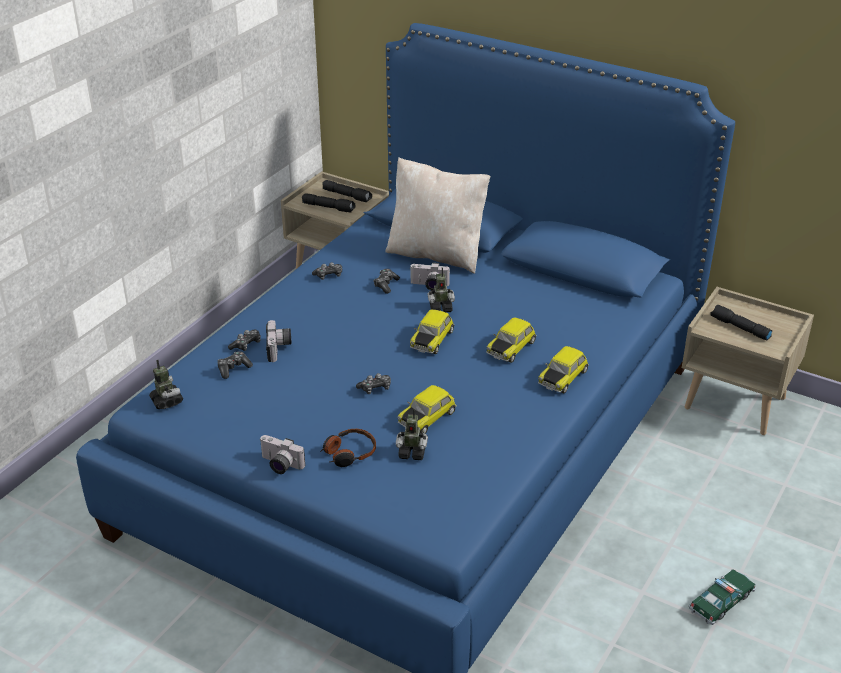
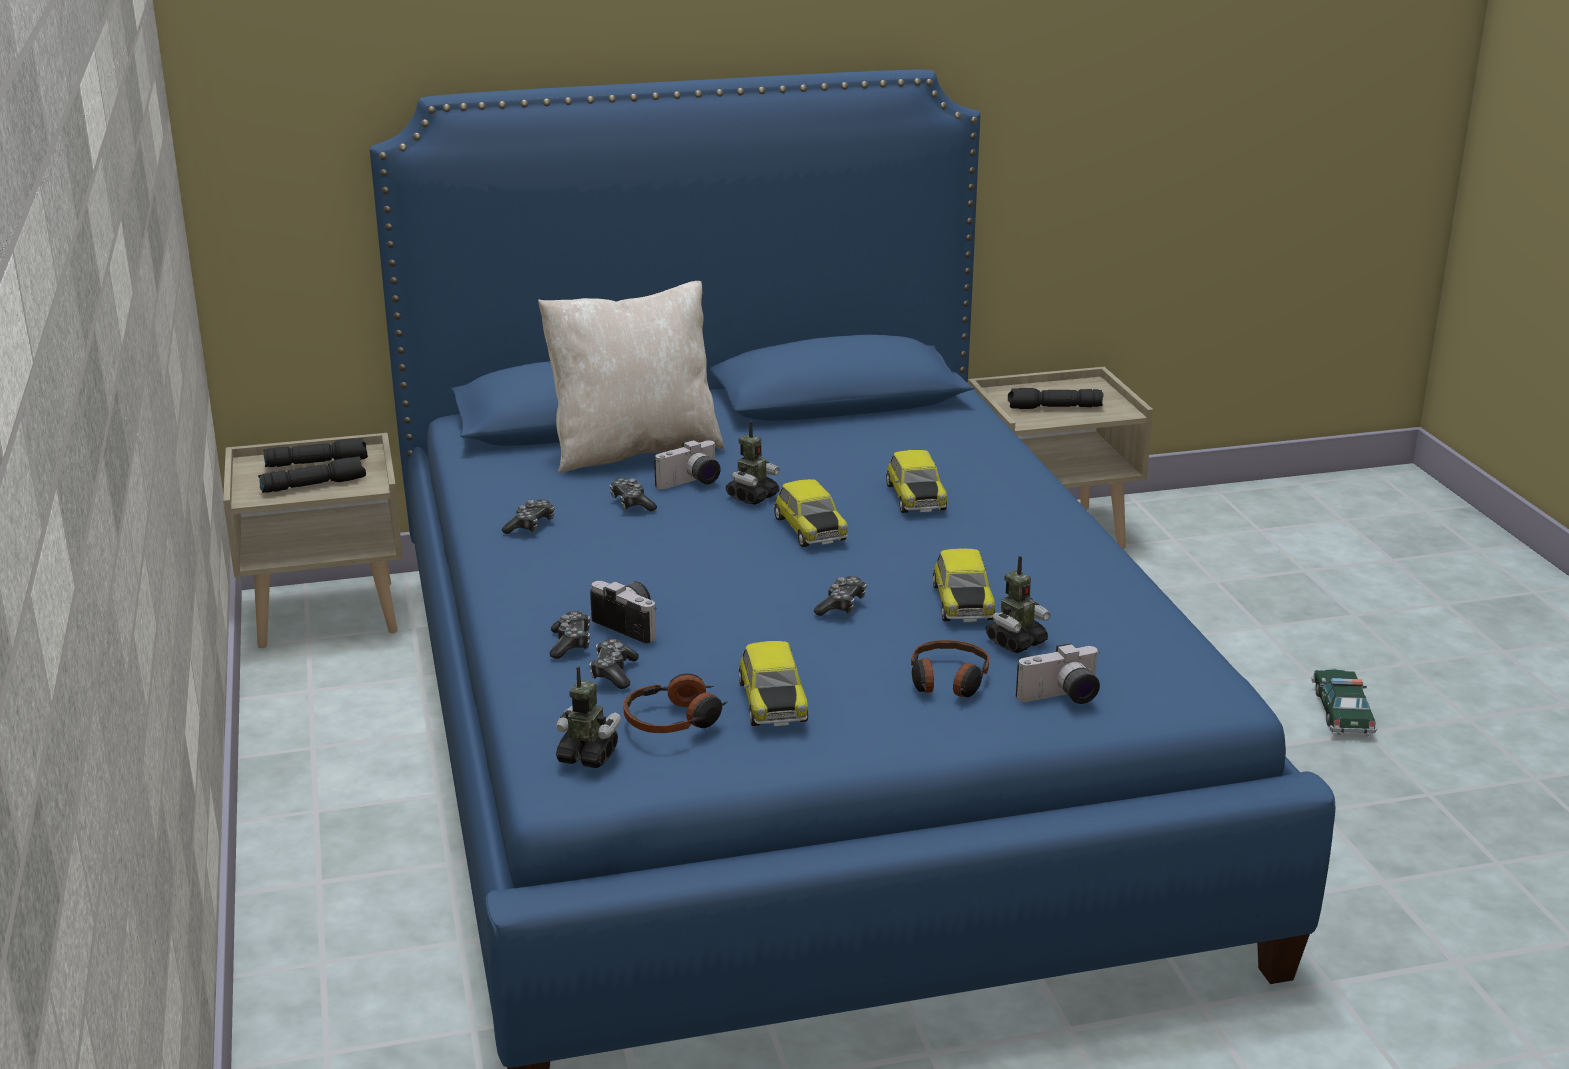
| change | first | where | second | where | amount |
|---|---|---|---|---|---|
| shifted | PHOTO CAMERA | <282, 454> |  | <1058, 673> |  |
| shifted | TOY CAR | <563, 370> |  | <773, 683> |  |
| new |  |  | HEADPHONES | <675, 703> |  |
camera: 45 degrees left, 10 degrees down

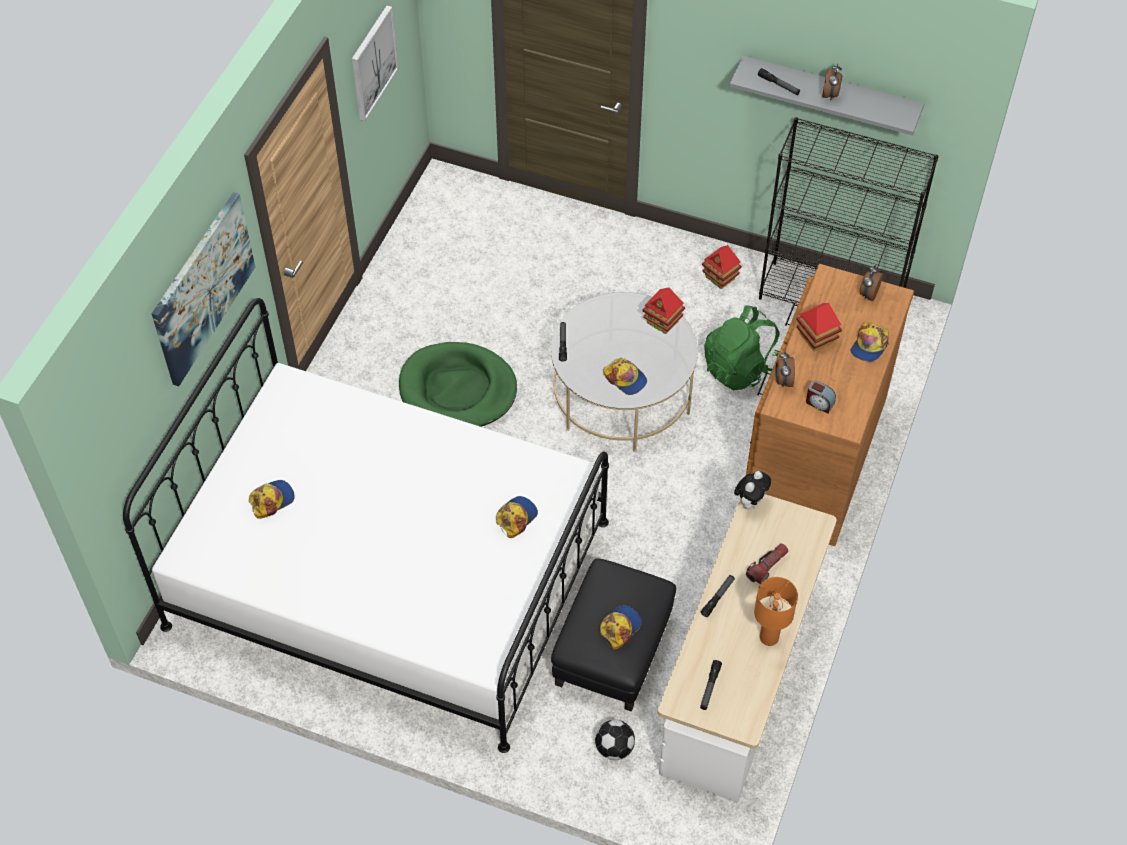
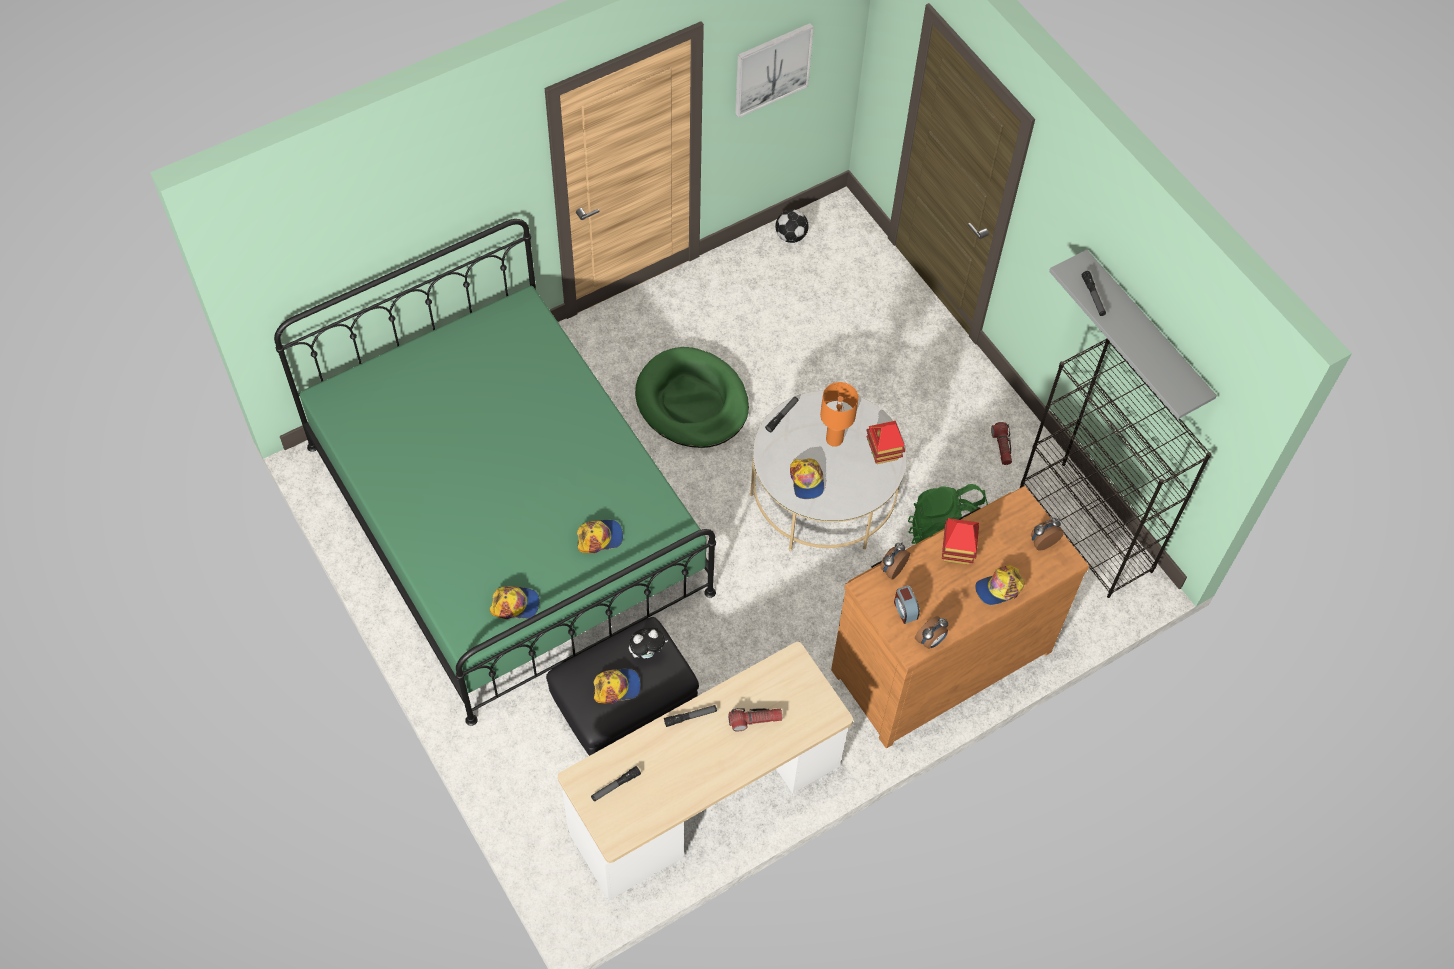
| change | first | where | second | where | amount |
|---|---|---|---|---|---|
| repainted | WHITE BED | <366, 525> | GREEN BED | <495, 472> |  |
| gone | PICTURE | <203, 289> |  |  |  |
| shifted | CAP | <272, 499> |  | <514, 602> |  |
| shifted | FOOTBALL | <615, 740> |  | <792, 226> |  |
| swapped | TOY HOUSE | <722, 267> | FLASHLIGHT | <1001, 443> |  |
| shifted | PLUSH TOY | <752, 490> |  | <648, 643> |  |
| shifted | ORANGE TABLE LAMP | <776, 611> |  | <839, 414> |  |
| shifted | ALARM CLOCK | <832, 81> |  | <931, 632> |  |
camera: 35 degrees right, 5 degrees up

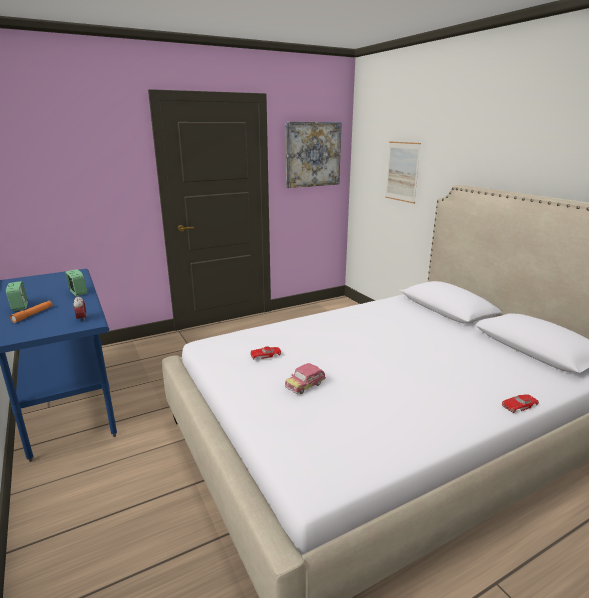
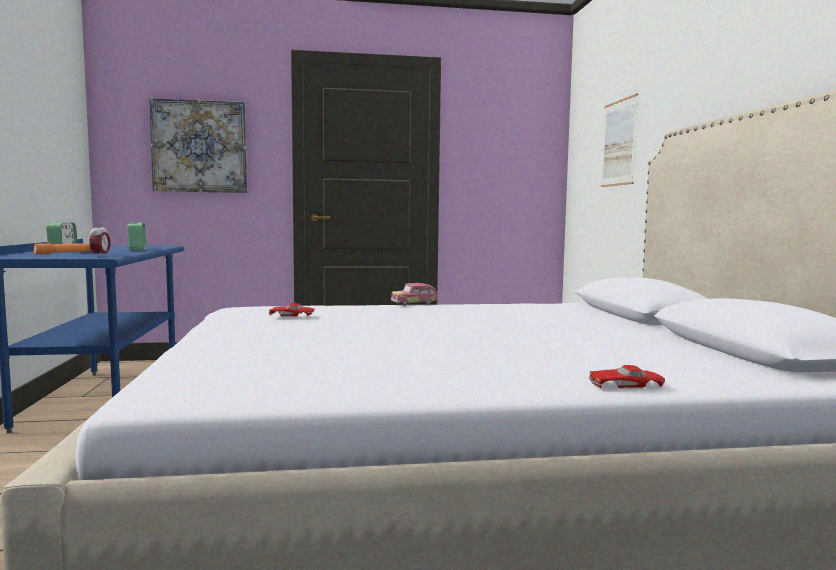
| change | first | where | second | where | amount |
|---|---|---|---|---|---|
| shifted | TOY CAR | <305, 378> |  | <415, 294> |  |
| shifted | PICTURE | <314, 155> |  | <198, 145> |  |
camera: 20 degrees right, 15 degrees down

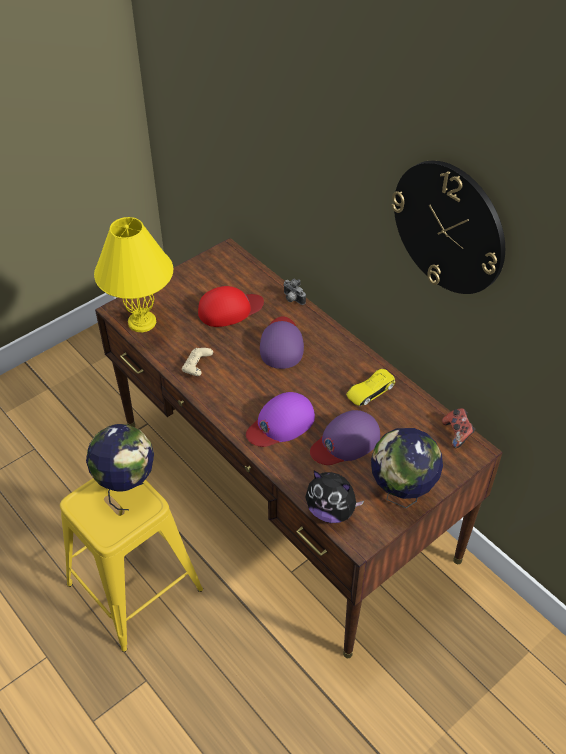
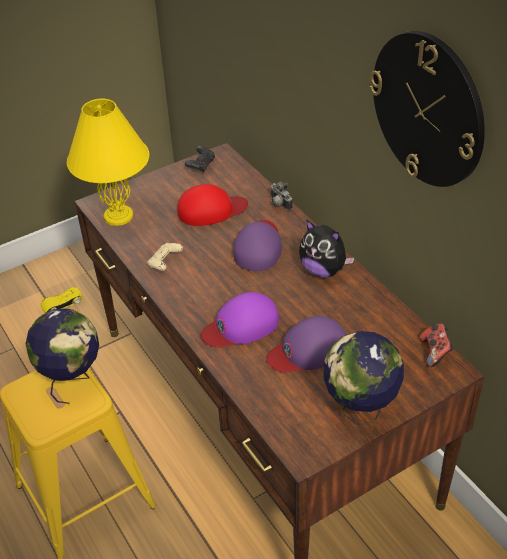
| change | first | where | second | where | amount |
|---|---|---|---|---|---|
| shifted | PLUSH TOY | <335, 496> |  | <327, 248> |  |
| shifted | YELLOW TOY CAR | <370, 387> |  | <61, 300> |  |
| new |  |  | BLACK GAME CONTROLLER | <200, 159> |  |
camera: 10 degrees right, 5 degrees down

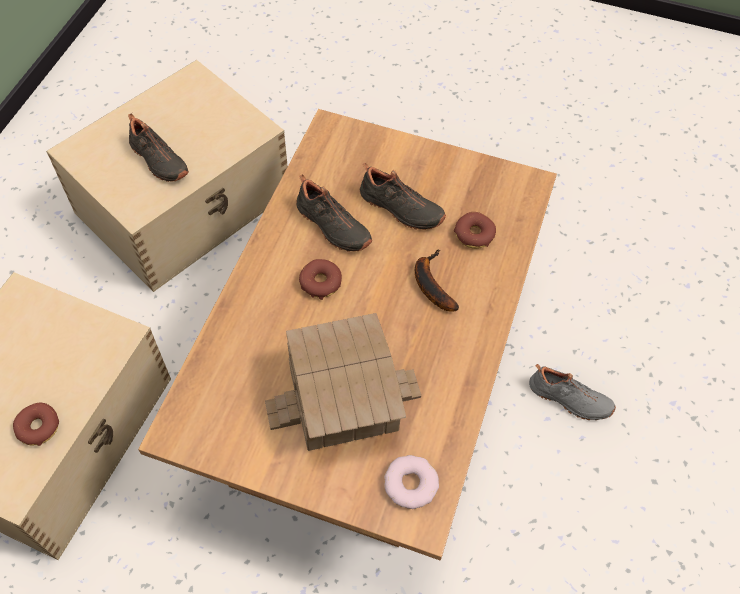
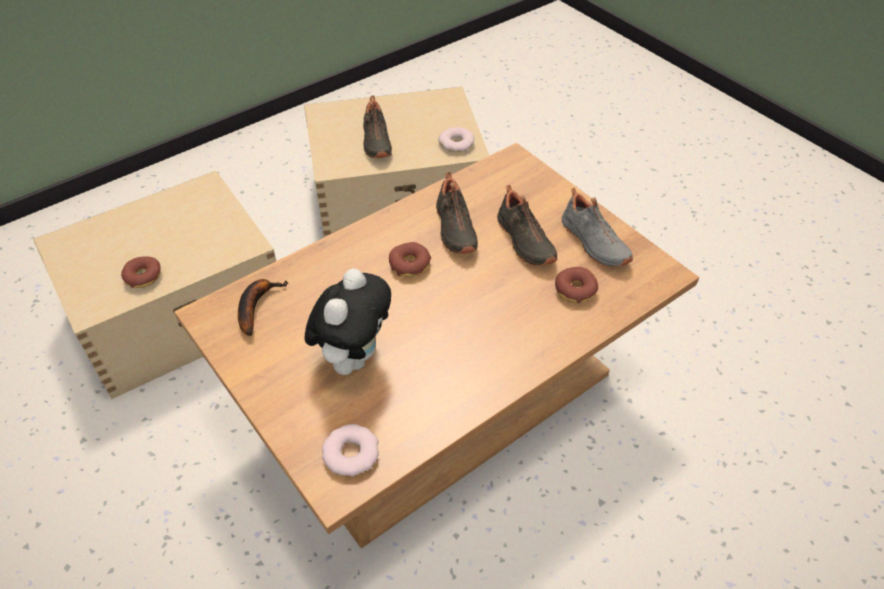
| change | first | where | second | where | amount |
|---|---|---|---|---|---|
| swapped | TOY HOUSE | <343, 382> | PLUSH TOY | <348, 321> |  |
| shifted | BANANA | <437, 280> |  | <263, 307> |  |
| shifted | GREY SHOE | <572, 392> |  | <597, 227> |  |
| new |  |  | DONUT | <456, 139> |  |
camera: 35 degrees right, 10 degrees down

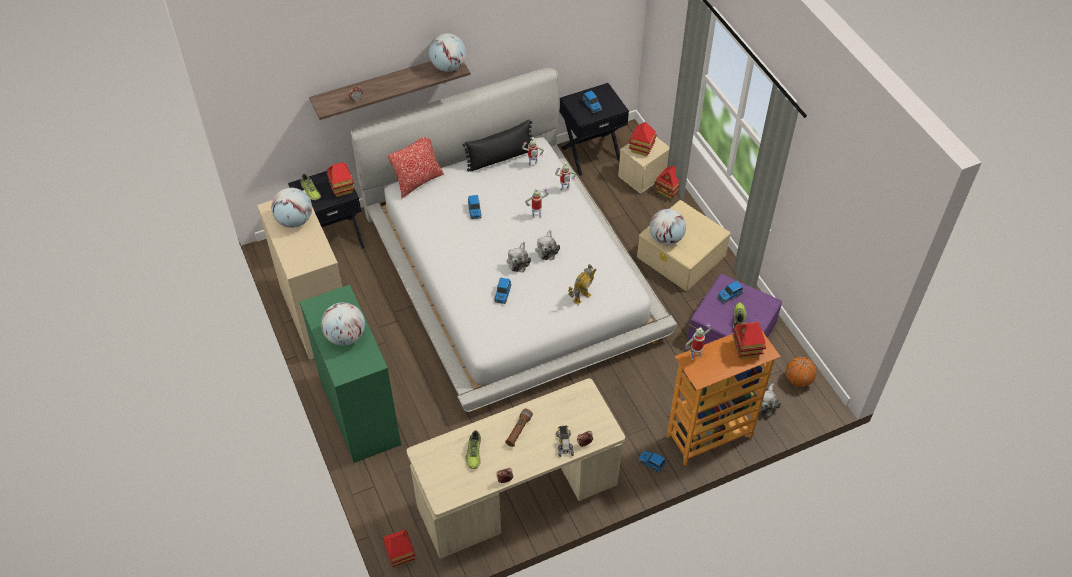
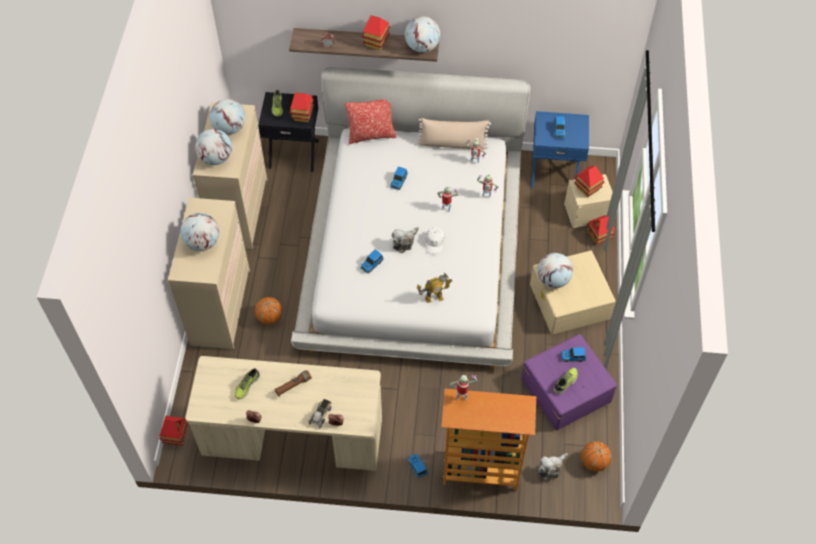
| change | first | where | second | where | amount |
|---|---|---|---|---|---|
| repainted | GREEN DRESSER | <350, 374> | BEIGE DRESSER | <209, 273> |  |
| repainted | BLACK PILLOW | <497, 145> | BEIGE PILLOW | <454, 134> |  |
| swapped | PLUSH TOY | <547, 245> | WHITE CAP | <435, 240> |  |
| repainted | BLACK NIGHTSTAND | <594, 129> | BLUE NIGHTSTAND | <560, 149> |  |
| shifted | TOY HOUSE | <749, 340> |  | <376, 32> |  |
| new |  |  | GLOBE | <213, 147> |  |
| new |  |  | BASKETBALL | <268, 311> |  |
camera: 30 degrees right, 5 degrees up

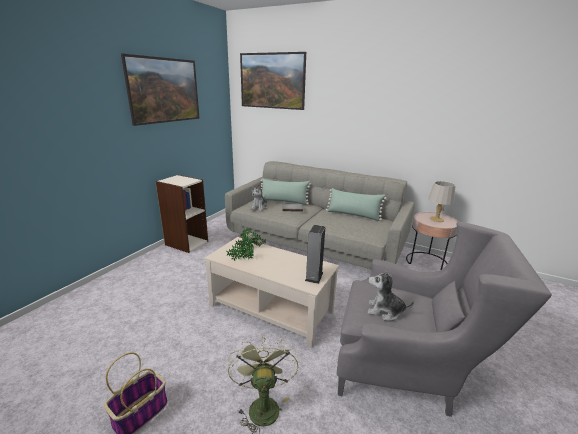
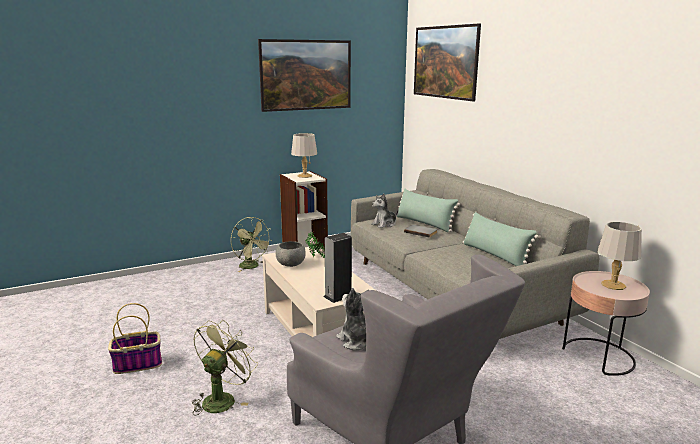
| change | first | where | second | where | amount |
|---|---|---|---|---|---|
| swapped | POTTED PLANT | <240, 249> | GREY BOWL | <291, 254> |  |
| new |  |  | GREEN FAN | <252, 244> |  |
| new |  |  | GREY TABLE LAMP | <304, 155> |  |
camera: 35 degrees right, 5 degrees down

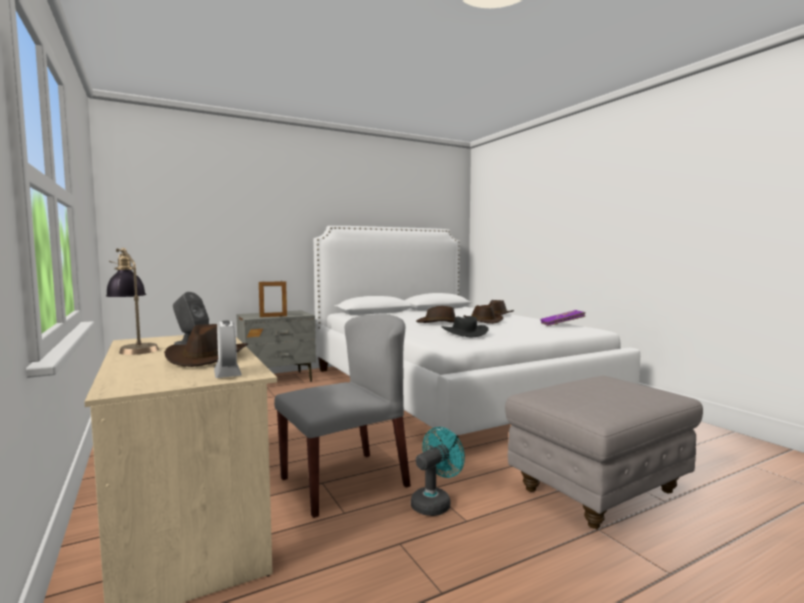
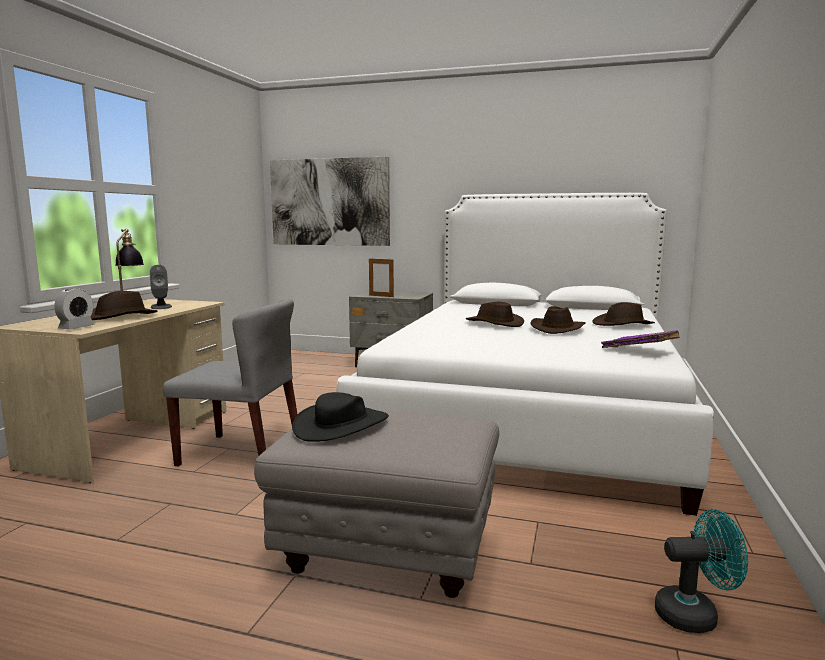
| change | first | where | second | where | amount |
|---|---|---|---|---|---|
| shifted | TURQUOISE FAN | <438, 471> |  | <701, 571> |  |
| shifted | BLACK HAT | <465, 326> |  | <340, 417> |  |
| new |  |  | PICTURE | <330, 201> |  |
camera: 45 degrees right, 5 degrees up

